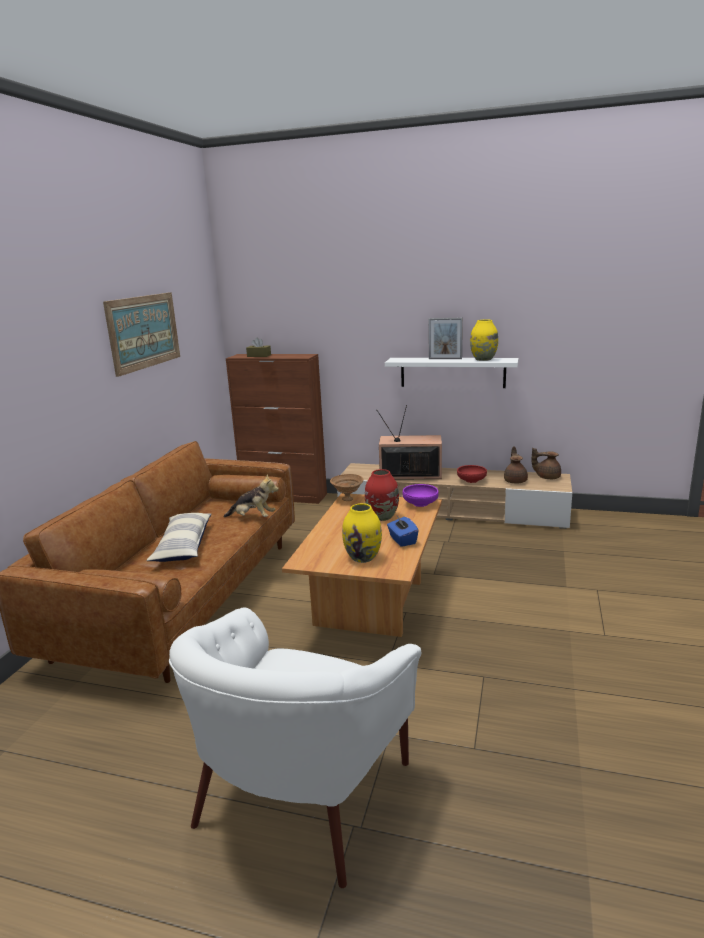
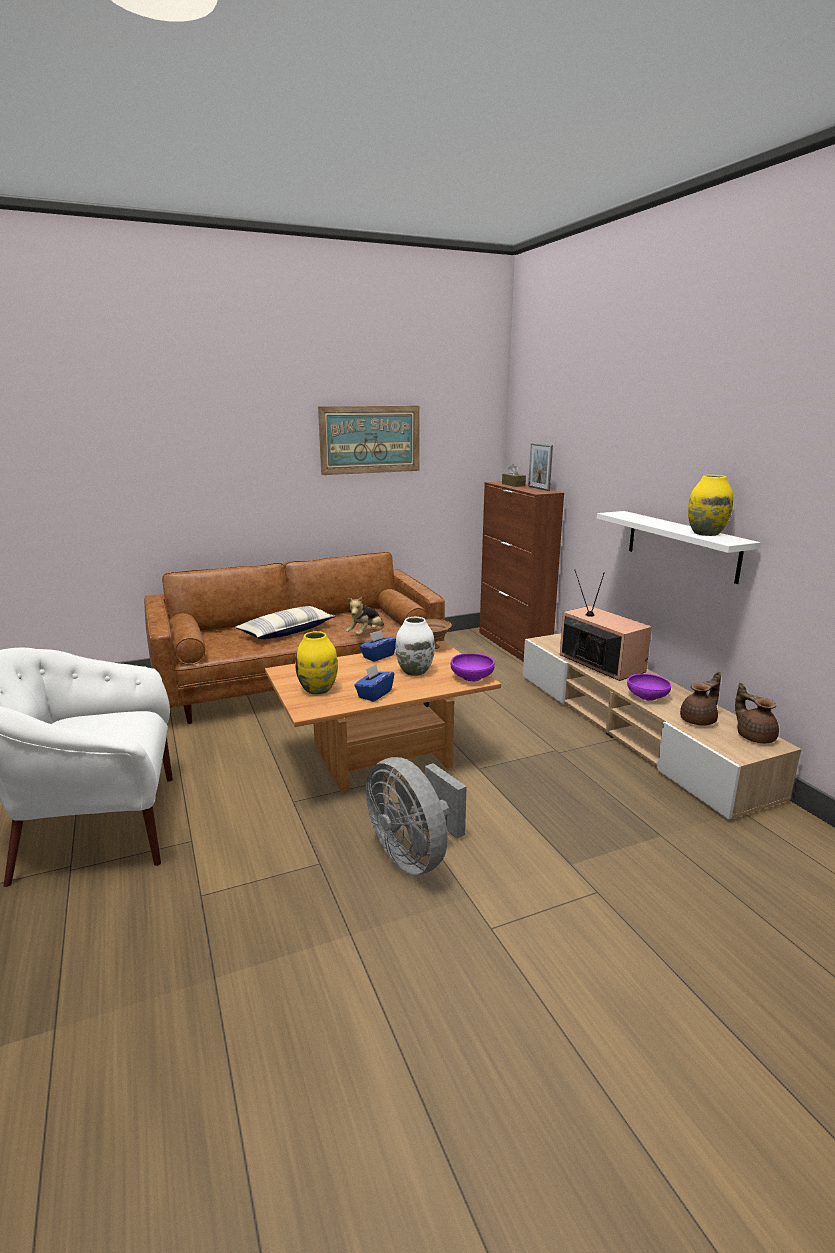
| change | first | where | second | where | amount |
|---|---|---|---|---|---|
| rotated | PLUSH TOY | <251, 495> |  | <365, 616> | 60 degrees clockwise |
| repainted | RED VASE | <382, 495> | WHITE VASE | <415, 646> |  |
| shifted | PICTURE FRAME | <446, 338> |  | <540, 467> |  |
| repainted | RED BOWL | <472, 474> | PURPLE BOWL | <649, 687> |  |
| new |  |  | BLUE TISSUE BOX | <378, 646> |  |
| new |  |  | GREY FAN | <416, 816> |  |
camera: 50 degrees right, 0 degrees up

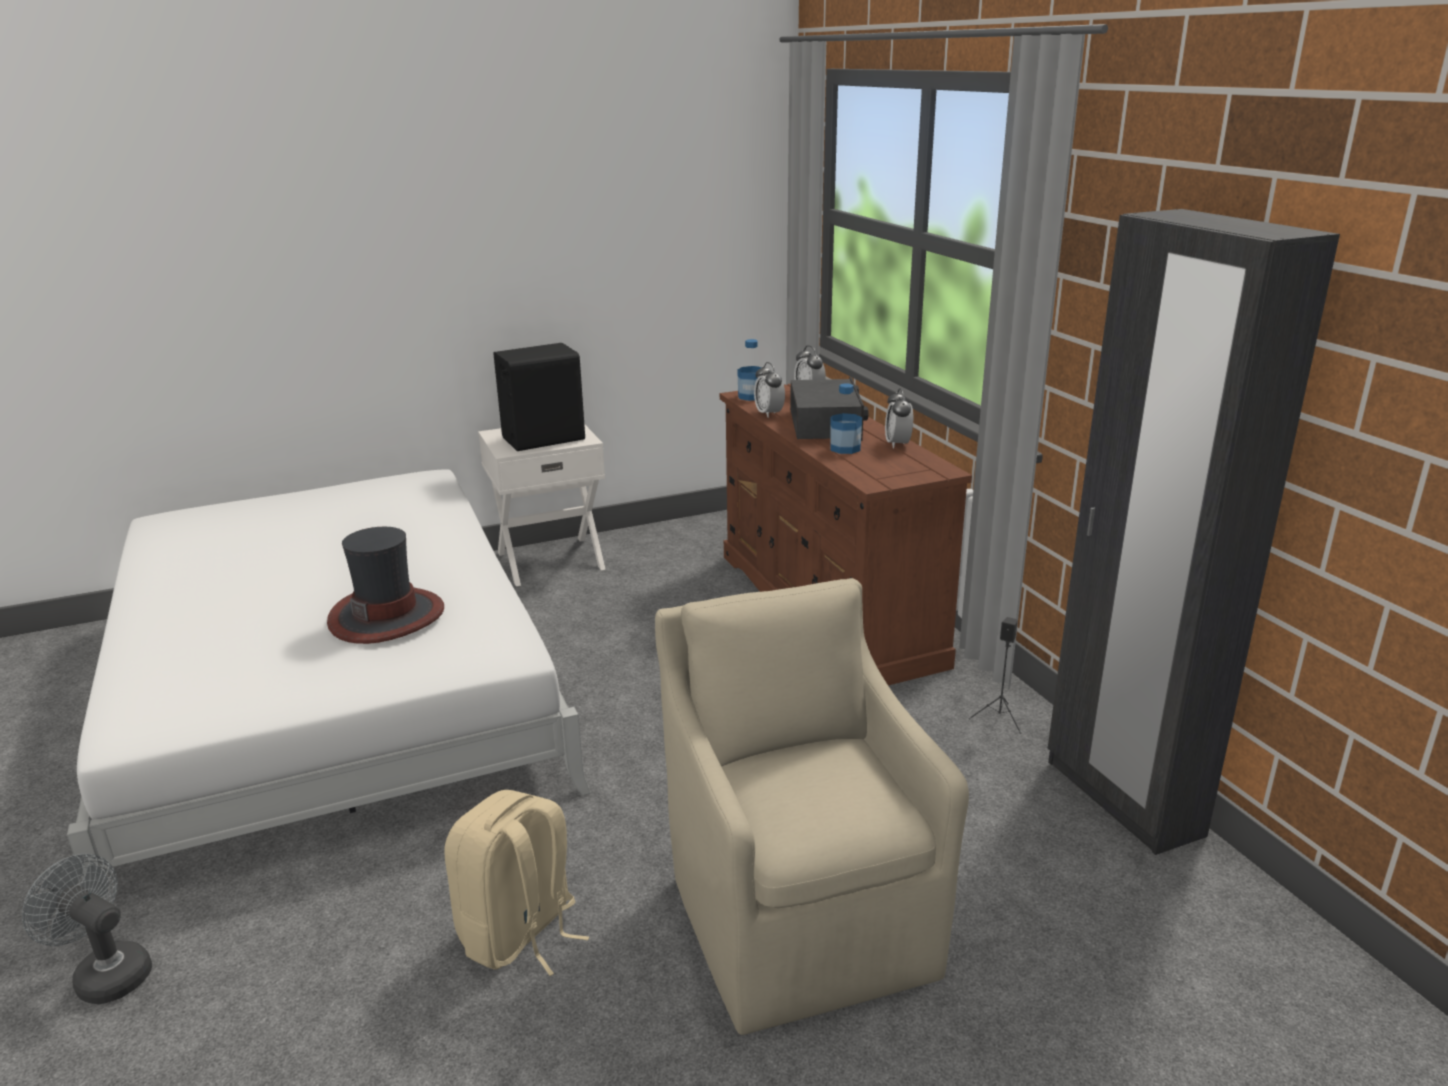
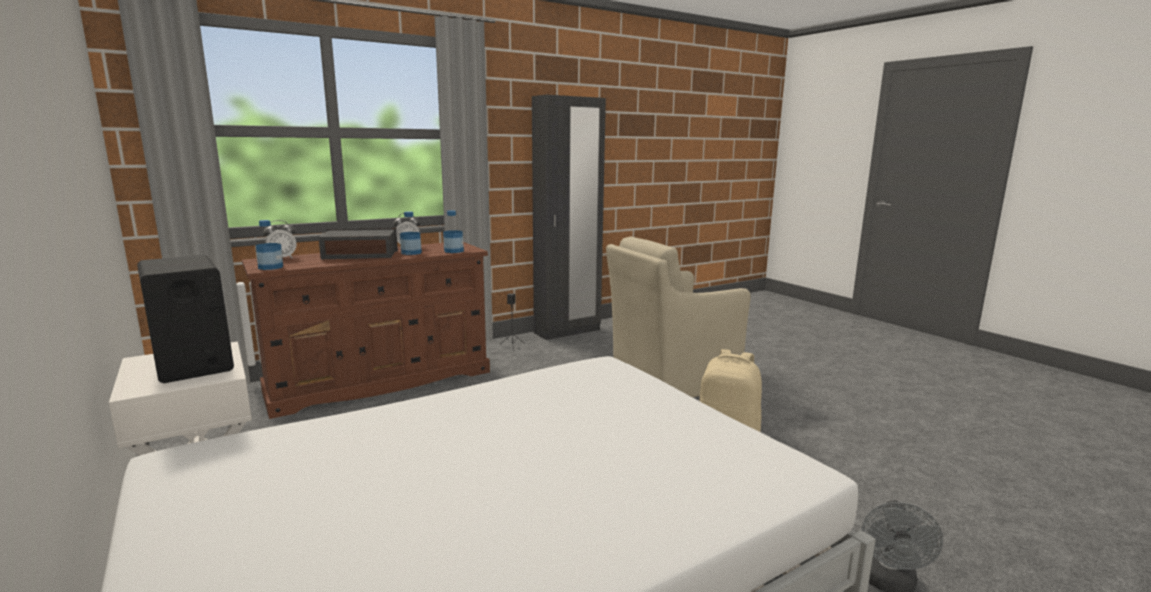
| change | first | where | second | where | amount |
|---|---|---|---|---|---|
| gone | HAT | <385, 585> |  |  |  |
| gone | ALARM CLOCK | <769, 390> |  |  |  |
| new |  |  | BOTTLE | <453, 231> |  |
camera: 100 degrees left, 10 degrees down

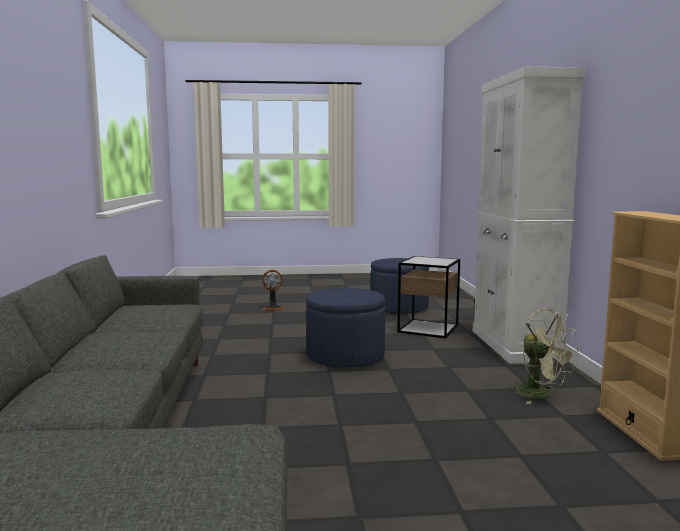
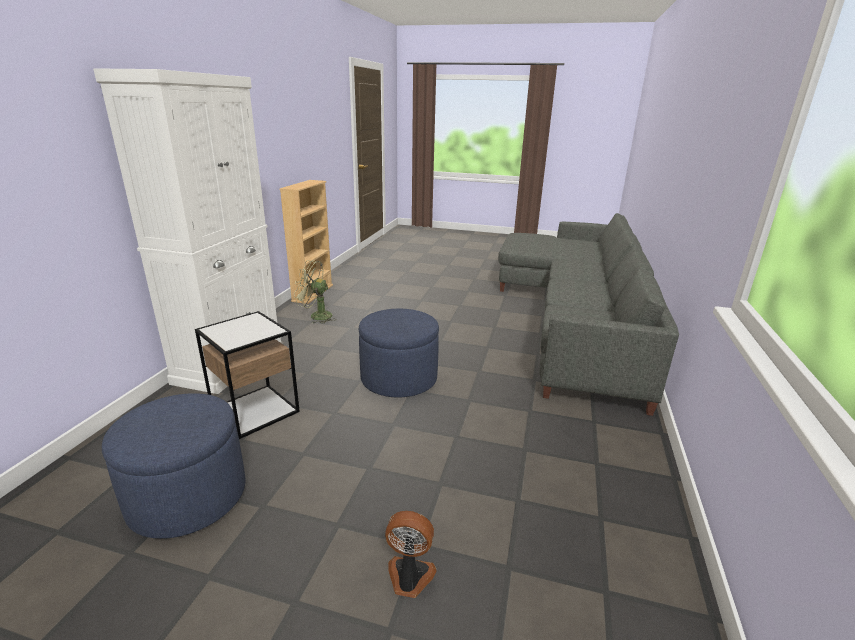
| change | first | where | second | where | amount |
|---|---|---|---|---|---|
| rotated | GREEN FAN | <546, 356> |  | <314, 292> | 60 degrees counterclockwise |
camera: 160 degrees left, 15 degrees up

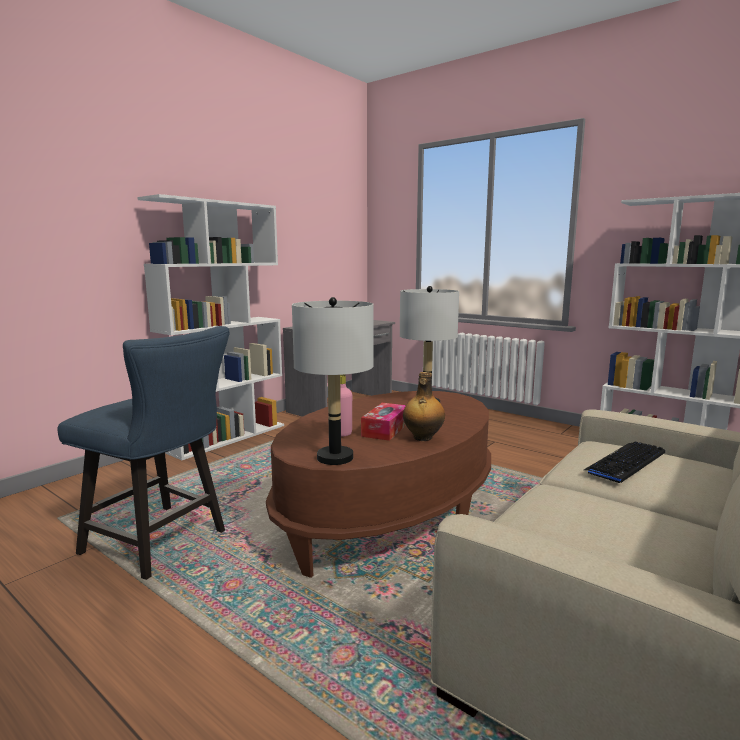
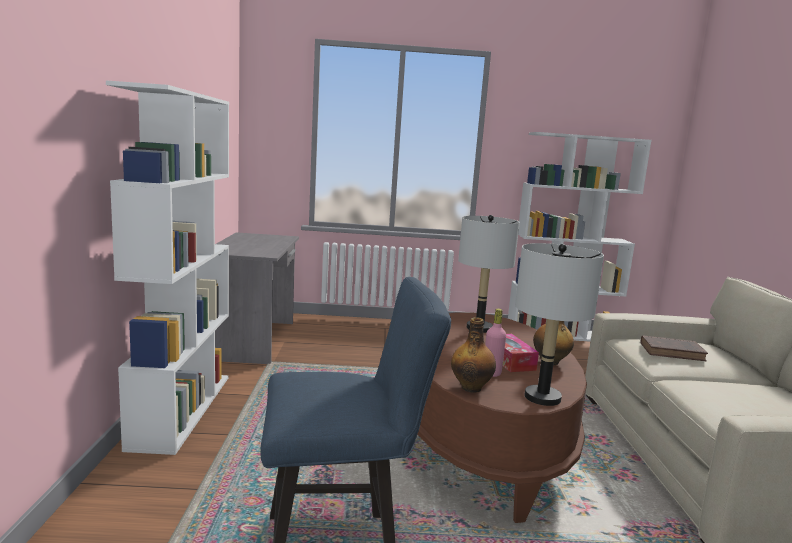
| change | first | where | second | where | amount |
|---|---|---|---|---|---|
| swapped | KEYBOARD | <624, 462> | BROWN BOOK | <674, 348> |  |
| new |  |  | BOTTLE | <473, 355> |  |
camera: 40 degrees left, 0 degrees up

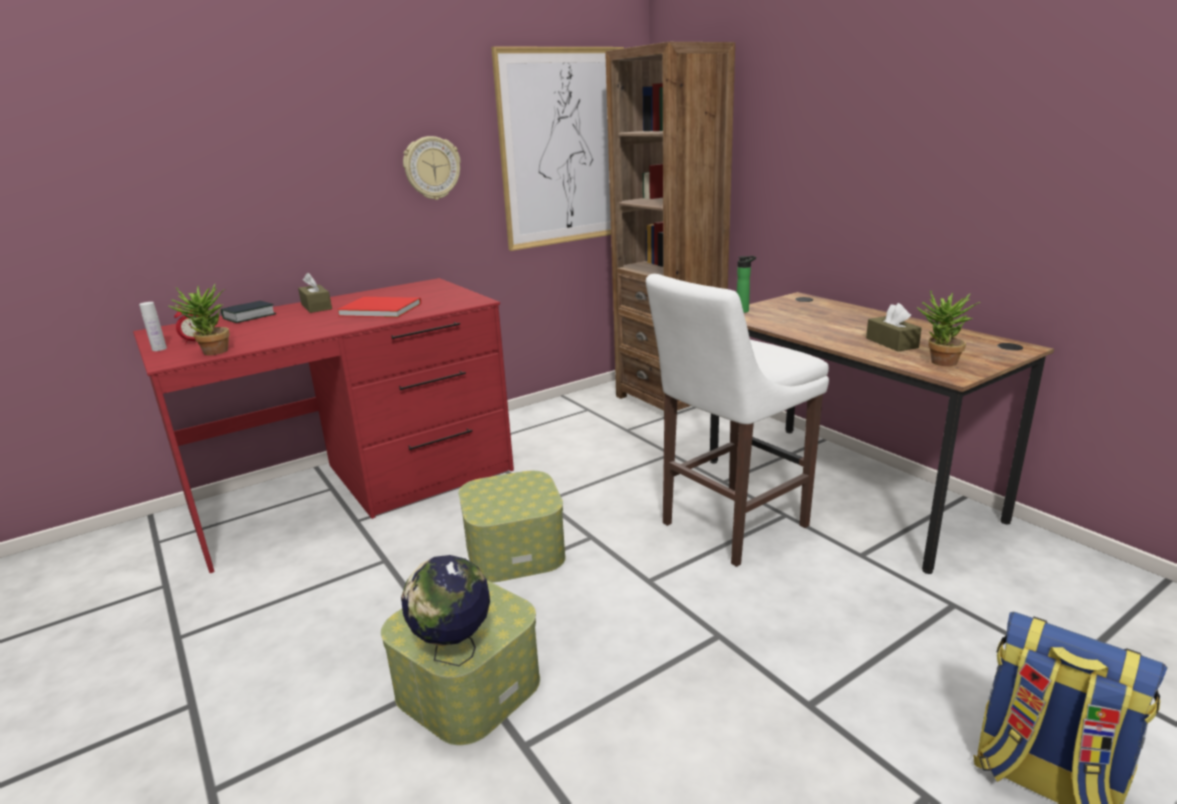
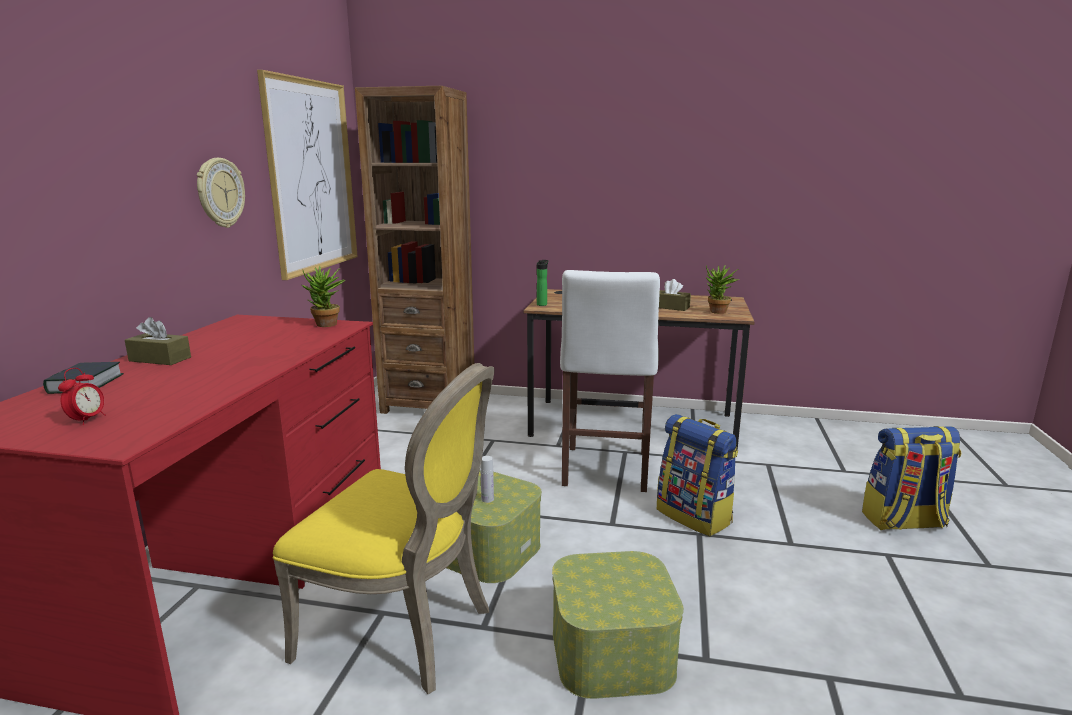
| change | first | where | second | where | amount |
|---|---|---|---|---|---|
| shifted | WHITE BOTTLE | <153, 326> |  | <487, 479> |  |
| shifted | POTTED PLANT | <199, 319> |  | <323, 296> |  |
| gone | RED BOOK | <379, 307> |  |  |  |
| gone | GLOBE | <445, 610> |  |  |  |
| new |  |  | YELLOW CHAIR | <383, 528> |  |
| new |  |  | BACKPACK | <697, 475> |  |
camera: 45 degrees left, 5 degrees down

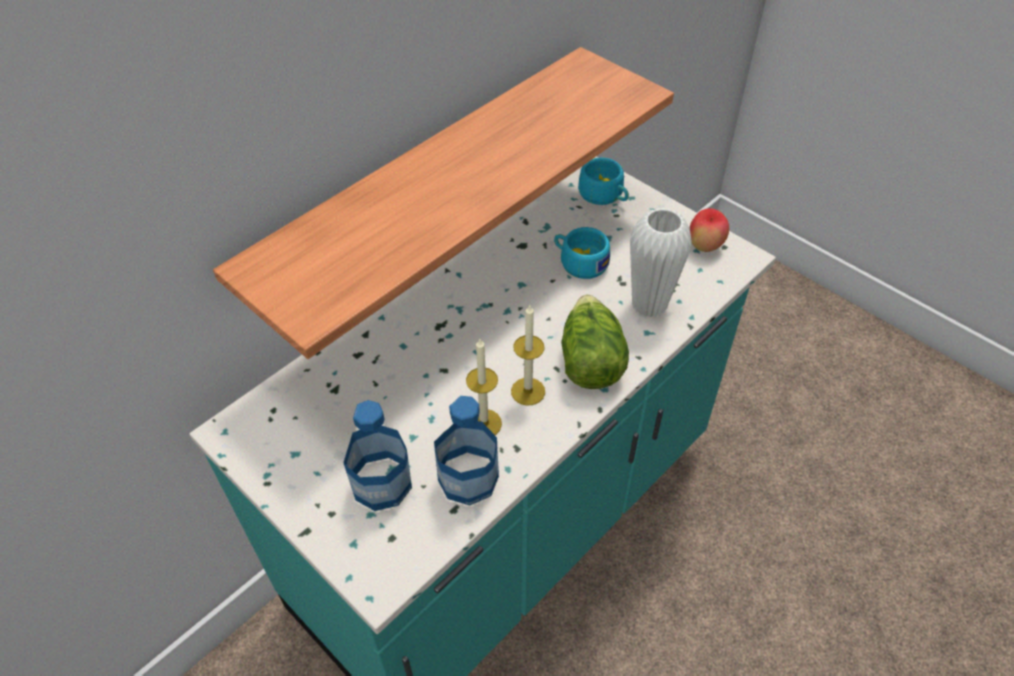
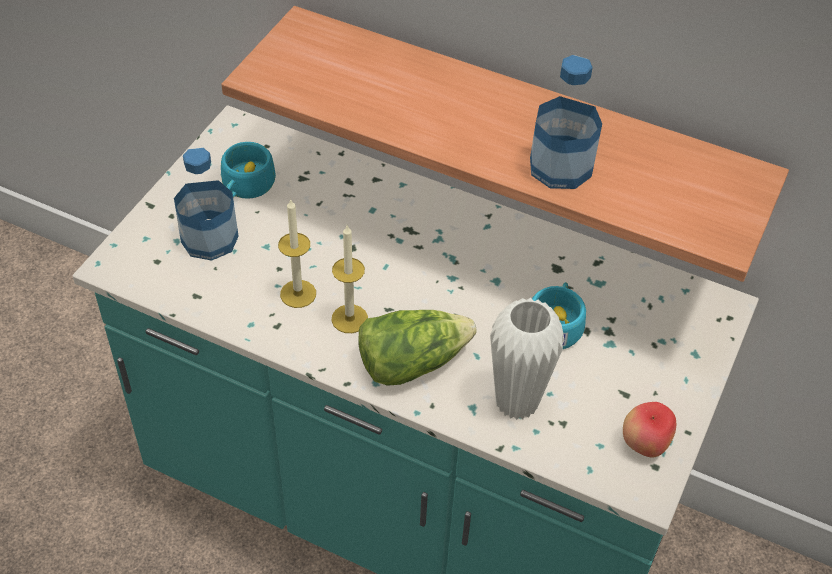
| change | first | where | second | where | amount |
|---|---|---|---|---|---|
| shifted | BOTTLE | <466, 450> |  | <566, 122> |  |
| shifted | TURQUOISE CUP | <603, 181> |  | <248, 170> |  |
camera: 70 degrees right, 0 degrees up

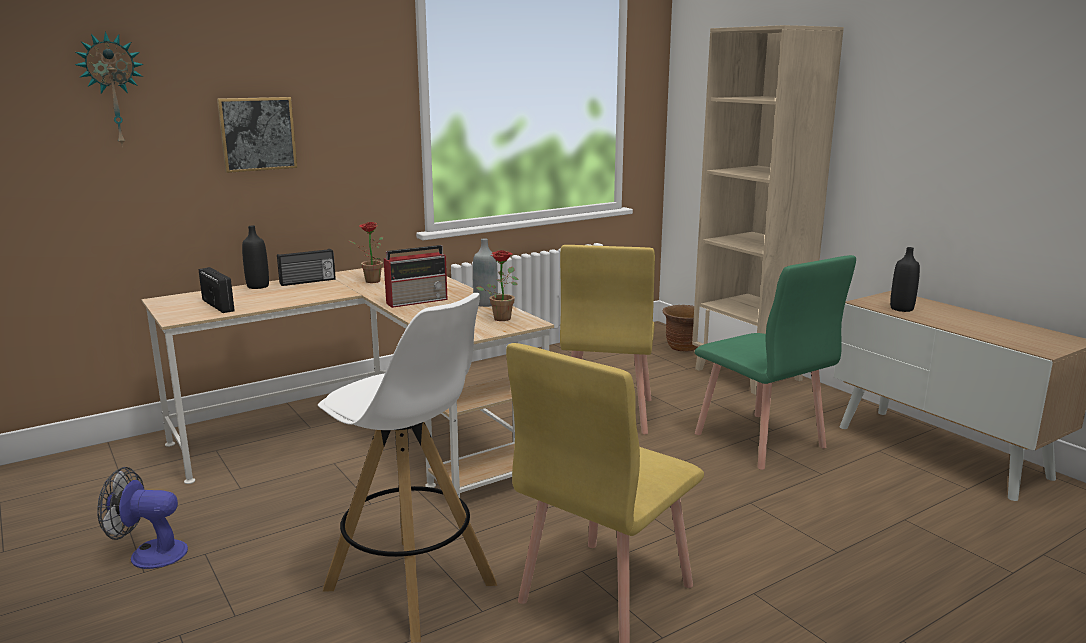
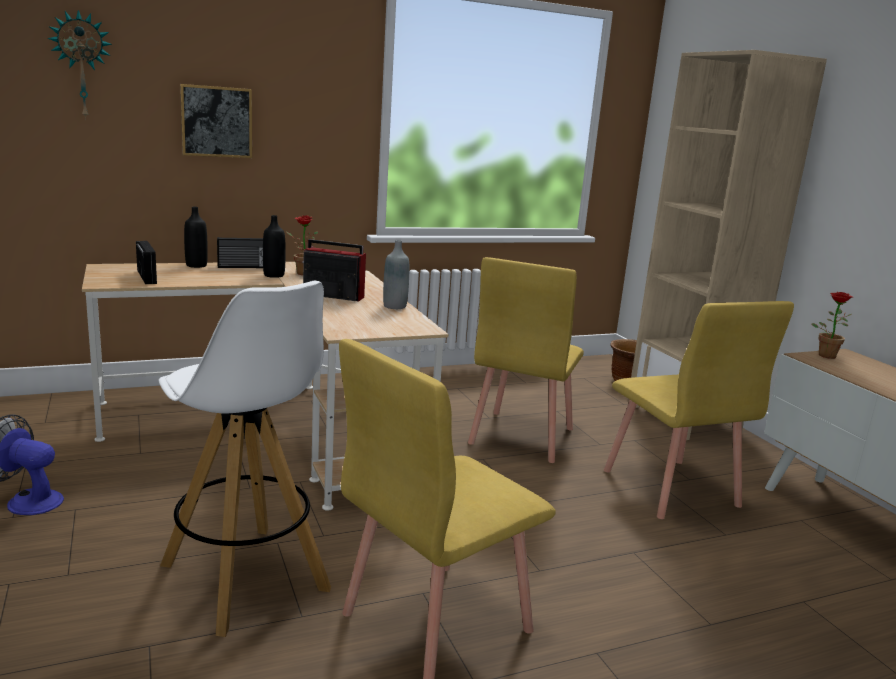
| change | first | where | second | where | amount |
|---|---|---|---|---|---|
| rotated | RADIO | <416, 276> |  | <334, 270> | 150 degrees counterclockwise |
| shifted | POTTED PLANT | <497, 285> |  | <832, 325> |  |
| repainted | GREEN CHAIR | <775, 362> | YELLOW CHAIR | <699, 410> |  |
| shifted | BLACK BOTTLE | <905, 279> |  | <274, 246> |  |
camera: 10 degrees right, 0 degrees up

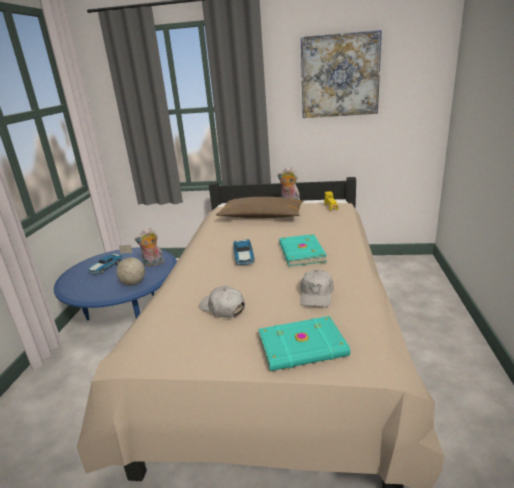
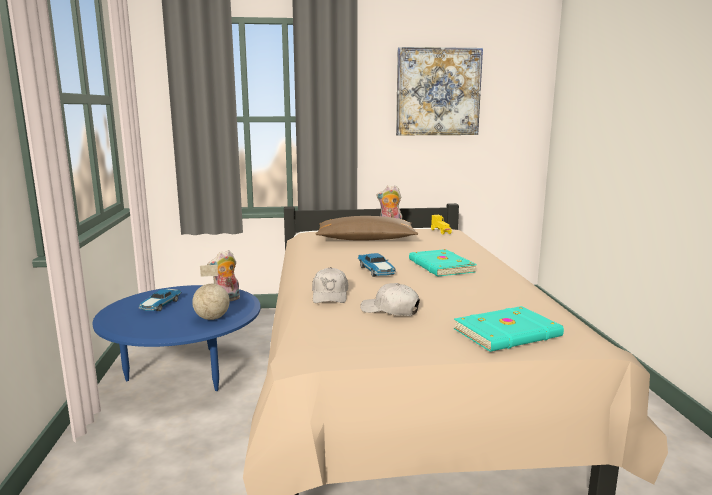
| change | first | where | second | where | amount |
|---|---|---|---|---|---|
| shifted | WHITE CAP | <317, 288> |  | <330, 285> |  |
camera: 15 degrees left, 10 degrees down

